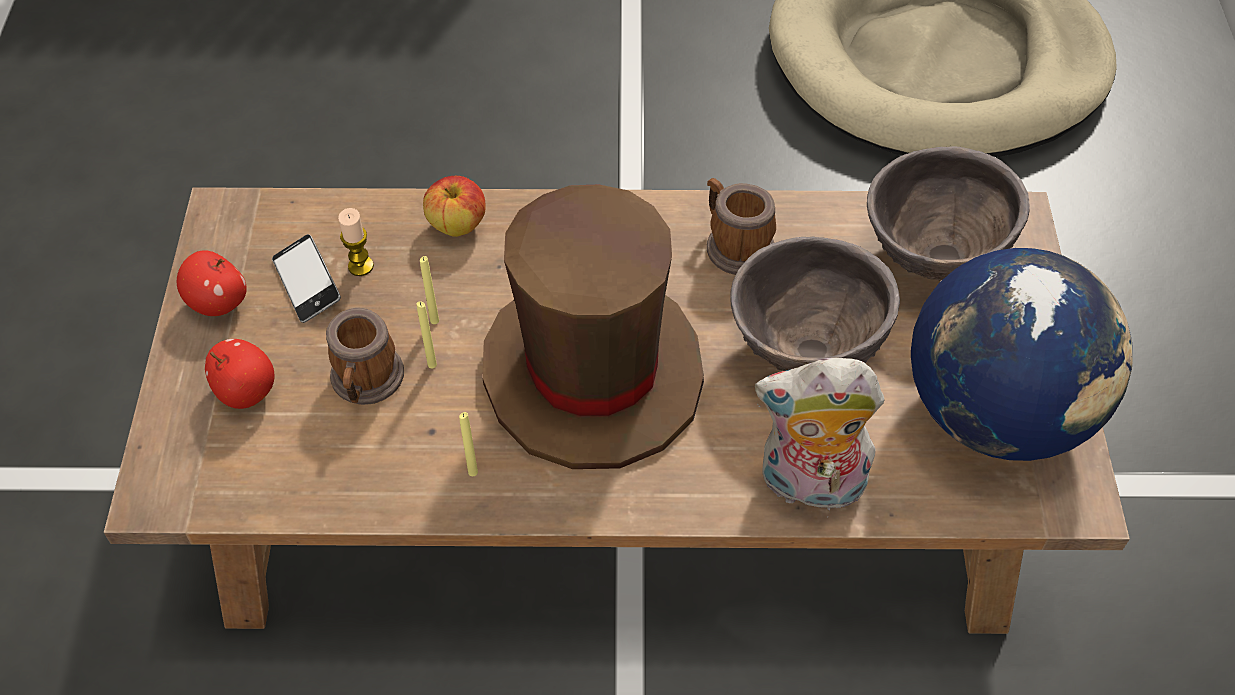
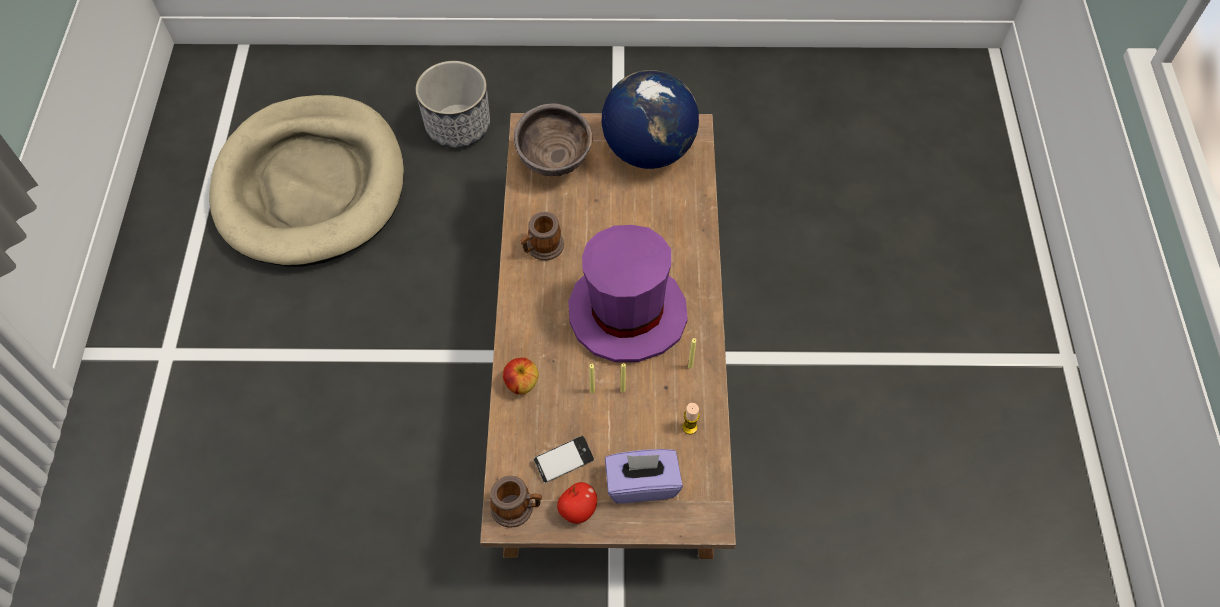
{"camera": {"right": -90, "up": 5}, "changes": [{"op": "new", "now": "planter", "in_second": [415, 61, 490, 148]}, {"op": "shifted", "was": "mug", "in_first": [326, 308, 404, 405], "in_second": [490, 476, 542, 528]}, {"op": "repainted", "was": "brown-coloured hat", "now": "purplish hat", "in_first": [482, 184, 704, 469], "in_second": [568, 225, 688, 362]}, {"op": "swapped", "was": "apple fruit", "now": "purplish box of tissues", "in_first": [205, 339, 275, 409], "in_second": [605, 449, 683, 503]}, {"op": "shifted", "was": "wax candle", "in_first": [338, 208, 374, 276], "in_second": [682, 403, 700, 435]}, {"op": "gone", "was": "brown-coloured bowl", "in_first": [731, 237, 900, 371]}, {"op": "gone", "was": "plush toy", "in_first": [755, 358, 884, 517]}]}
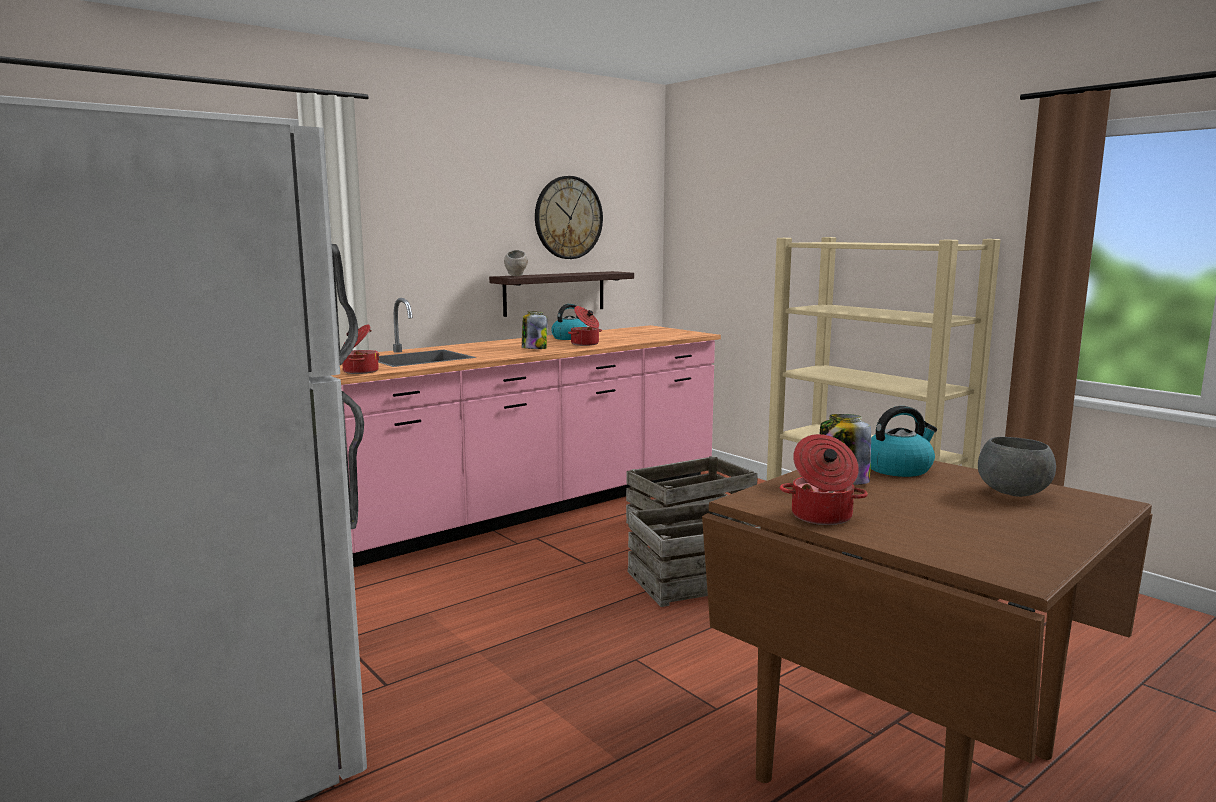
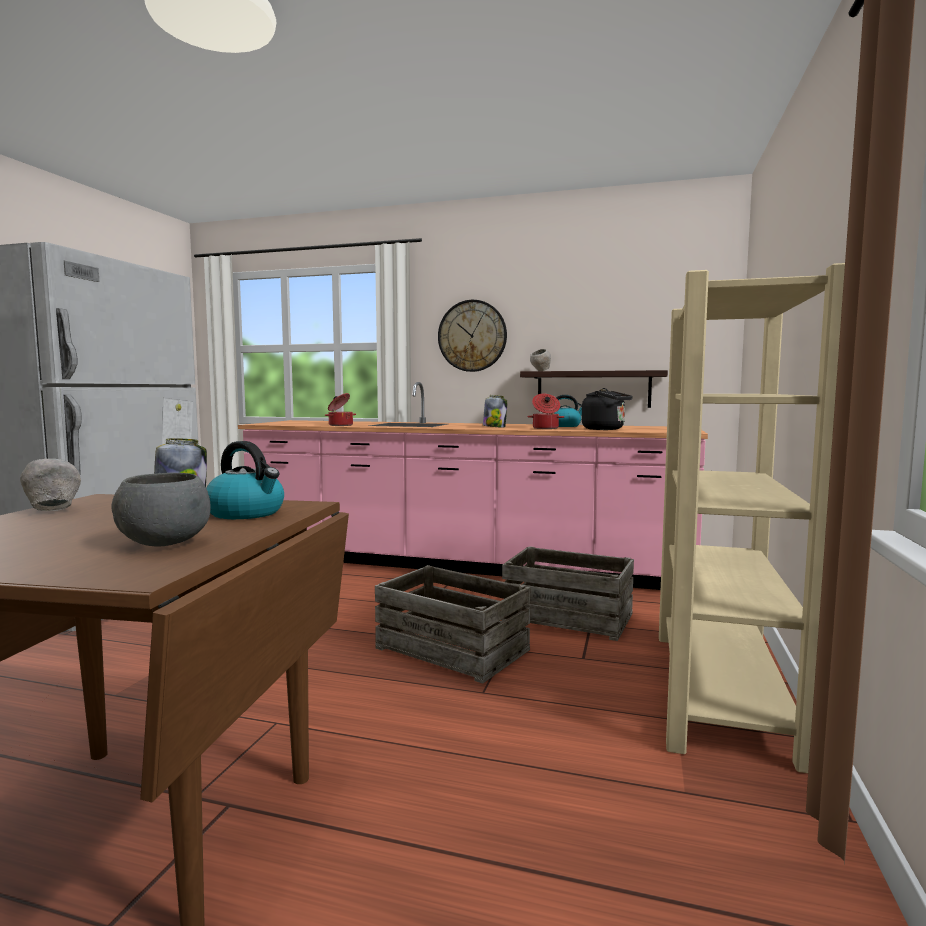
{"camera": {"right": 55, "up": -5}, "changes": [{"op": "swapped", "was": "stockpot", "now": "greyish bowl", "in_first": [780, 434, 868, 525], "in_second": [20, 459, 81, 511]}, {"op": "shifted", "was": "clock on the wall", "in_first": [535, 176, 603, 259], "in_second": [438, 300, 507, 372]}, {"op": "new", "now": "black-coloured tea kettle", "in_second": [582, 388, 633, 430]}]}
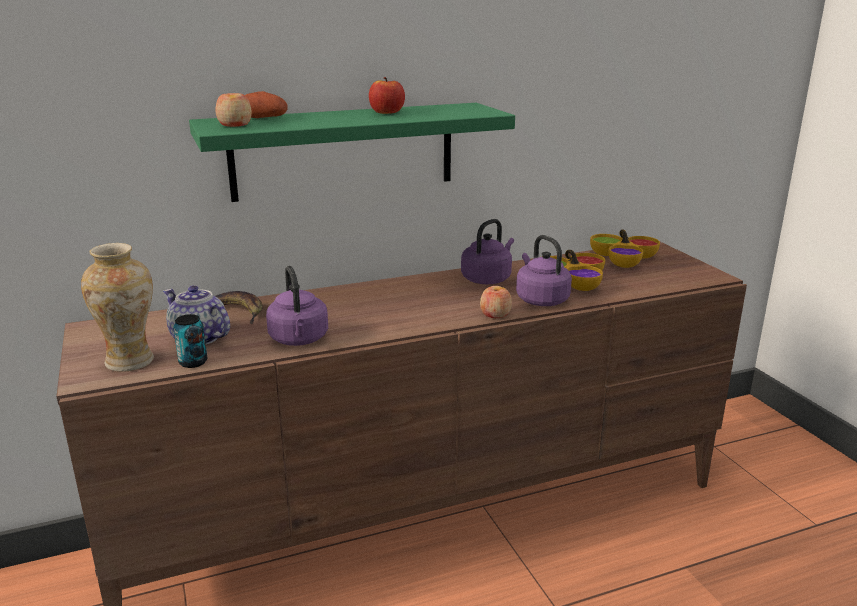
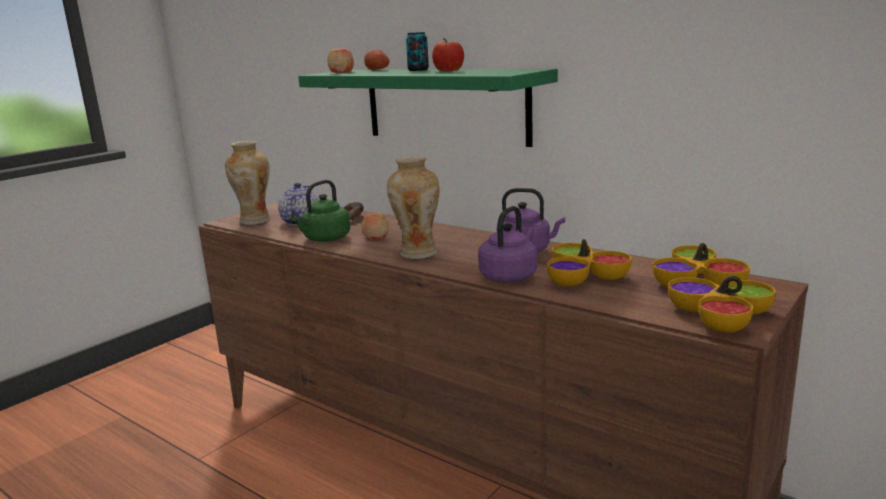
{"camera": {"right": 60, "up": -5}, "changes": [{"op": "repainted", "was": "purplish tea kettle", "now": "greenish tea kettle", "in_first": [266, 266, 328, 346], "in_second": [291, 180, 350, 242]}, {"op": "shifted", "was": "apple fruit", "in_first": [480, 286, 512, 318], "in_second": [362, 213, 389, 239]}, {"op": "new", "now": "vase", "in_second": [387, 156, 440, 259]}, {"op": "shifted", "was": "metal can", "in_first": [173, 314, 207, 368], "in_second": [406, 32, 429, 71]}, {"op": "new", "now": "bowl", "in_second": [668, 276, 776, 332]}]}
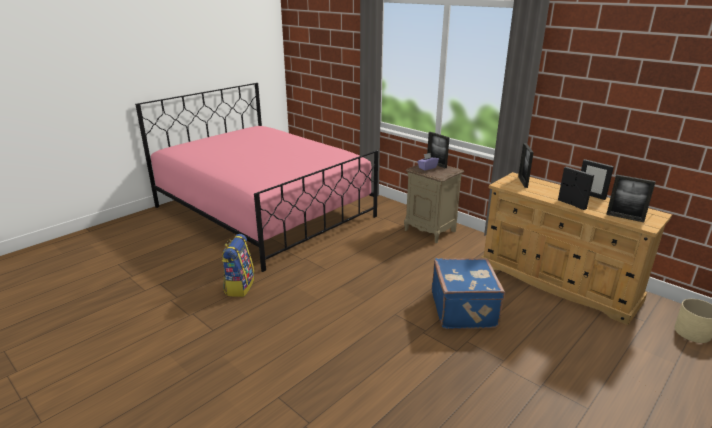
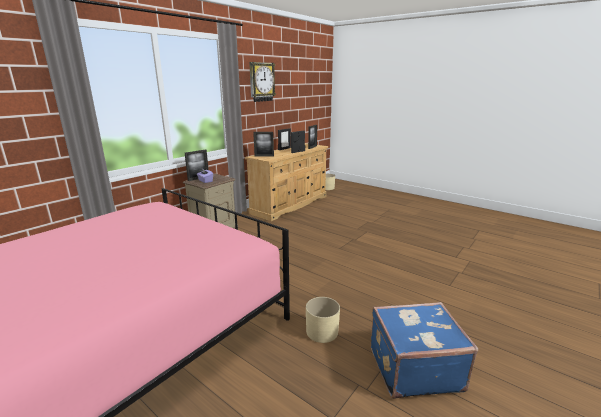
{"camera": {"right": -95, "up": -5}, "changes": [{"op": "new", "now": "clock on the wall", "in_second": [249, 62, 276, 102]}, {"op": "swapped", "was": "knapsack", "now": "beige-coloured planter", "in_first": [222, 234, 254, 297], "in_second": [306, 297, 340, 343]}, {"op": "shifted", "was": "blue piece of luggage", "in_first": [432, 258, 505, 329], "in_second": [370, 302, 478, 399]}]}
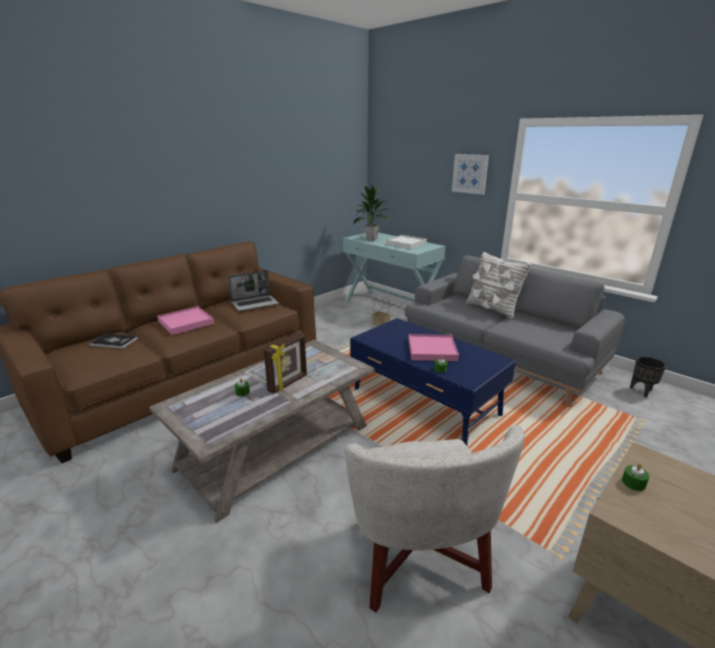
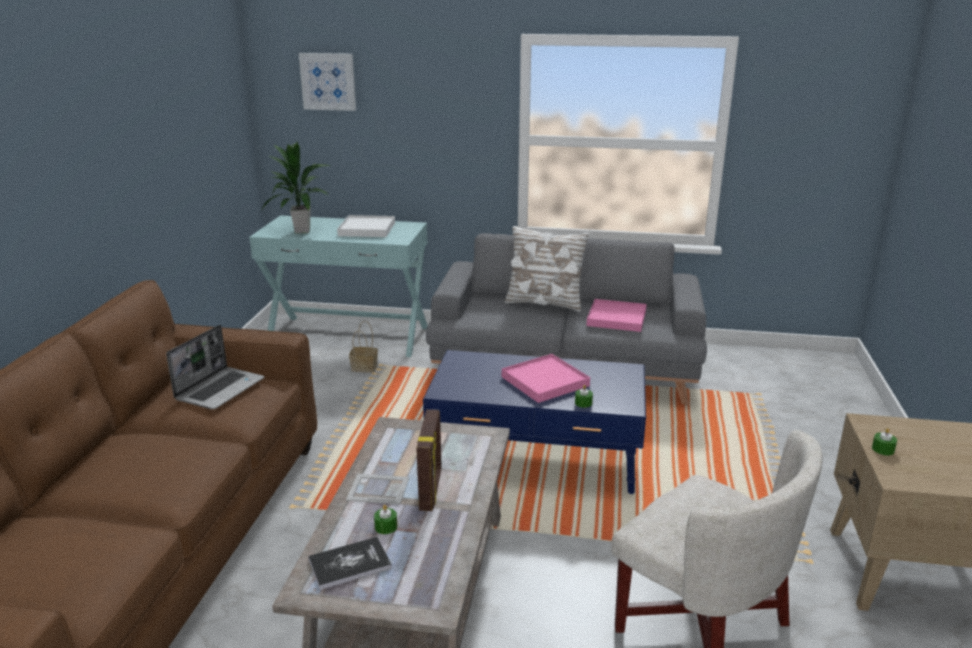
{"camera": {"right": -35, "up": 0}, "changes": [{"op": "shifted", "was": "picture", "in_first": [452, 154, 489, 195], "in_second": [299, 53, 356, 111]}, {"op": "shifted", "was": "book", "in_first": [89, 334, 138, 349], "in_second": [308, 537, 392, 590]}, {"op": "shifted", "was": "pink-coloured carrying tray", "in_first": [157, 306, 214, 335], "in_second": [586, 299, 647, 332]}, {"op": "gone", "was": "black-coloured planter", "in_first": [630, 356, 666, 397]}]}
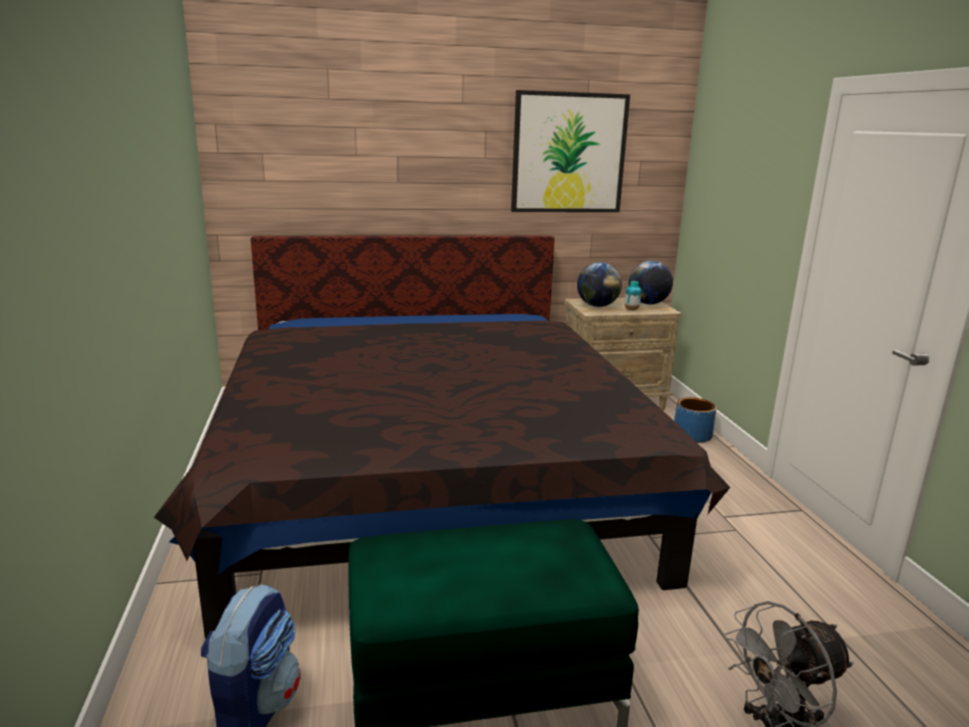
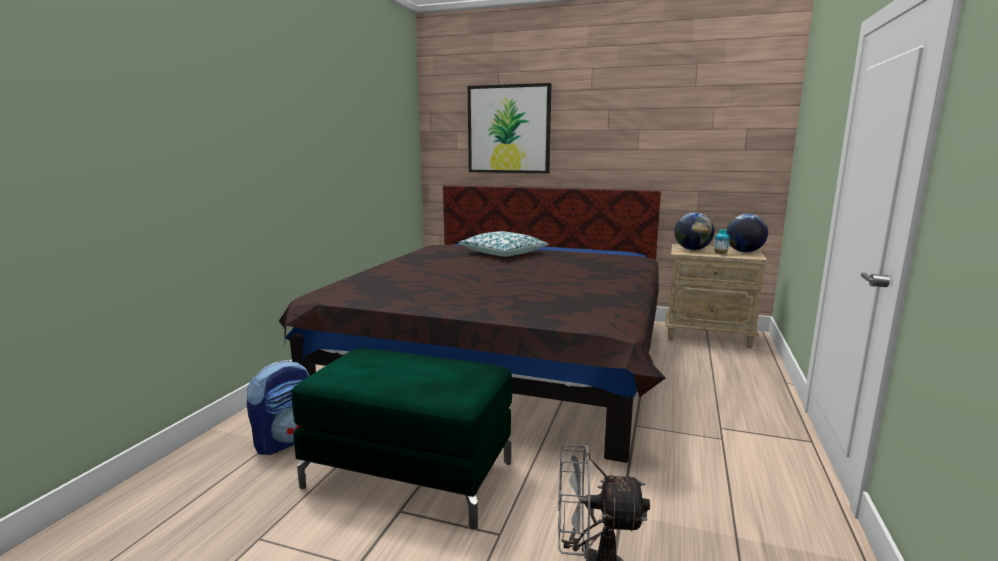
{"camera": {"right": 30, "up": -5}, "changes": [{"op": "new", "now": "throw pillow", "in_second": [458, 231, 548, 257]}, {"op": "shifted", "was": "picture", "in_first": [511, 90, 630, 212], "in_second": [468, 83, 552, 173]}, {"op": "gone", "was": "blue planter", "in_first": [674, 397, 717, 443]}]}
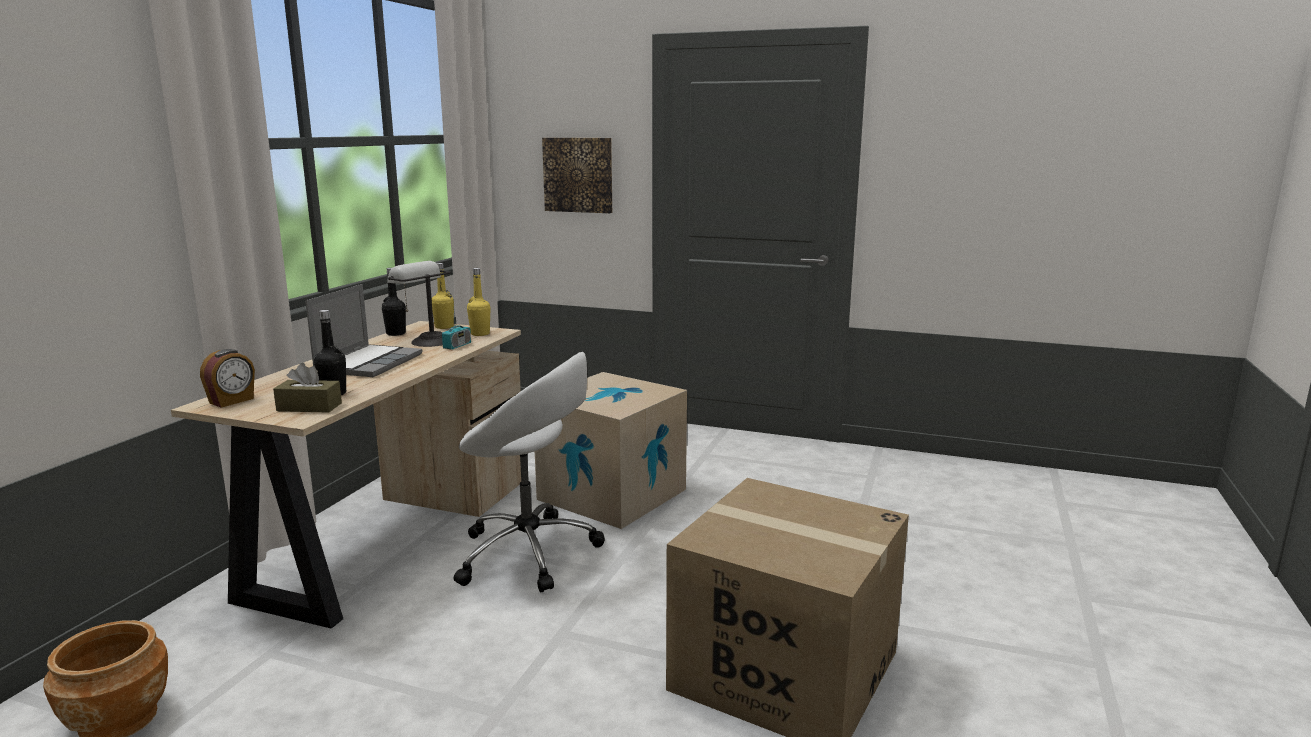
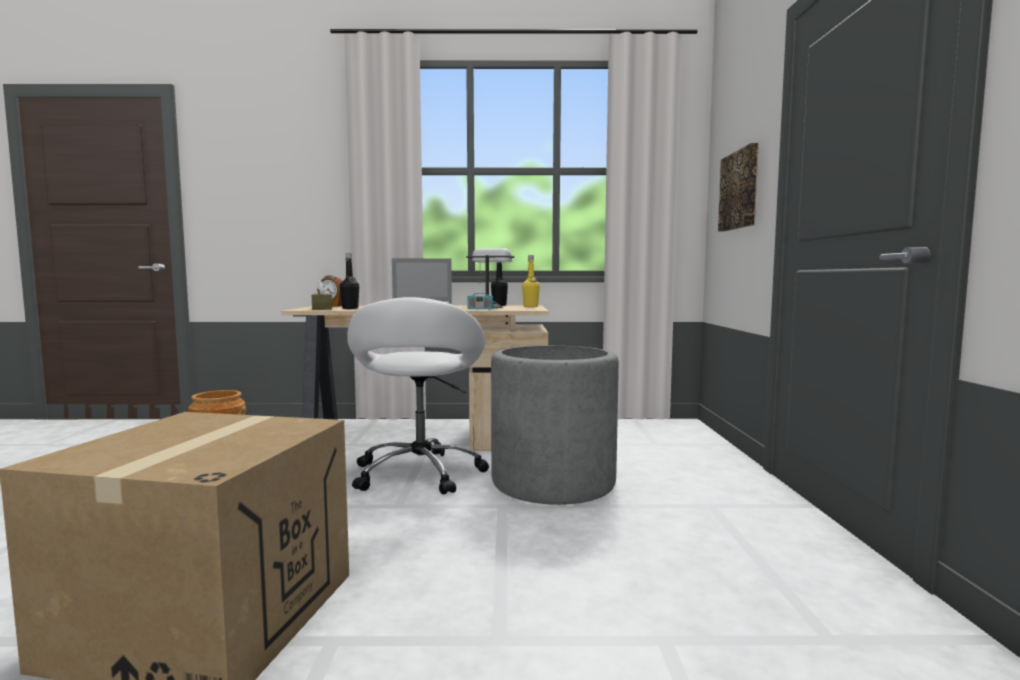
{"camera": {"right": 70, "up": -10}, "changes": [{"op": "swapped", "was": "carton", "now": "greyish planter", "in_first": [535, 372, 687, 529], "in_second": [491, 346, 619, 505]}, {"op": "gone", "was": "yellowish bottle", "in_first": [467, 268, 490, 336]}]}
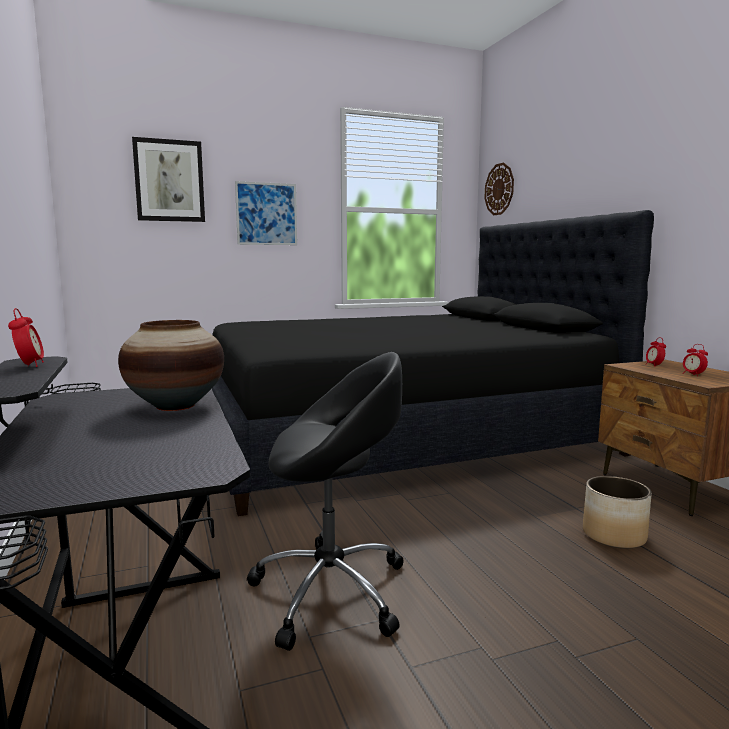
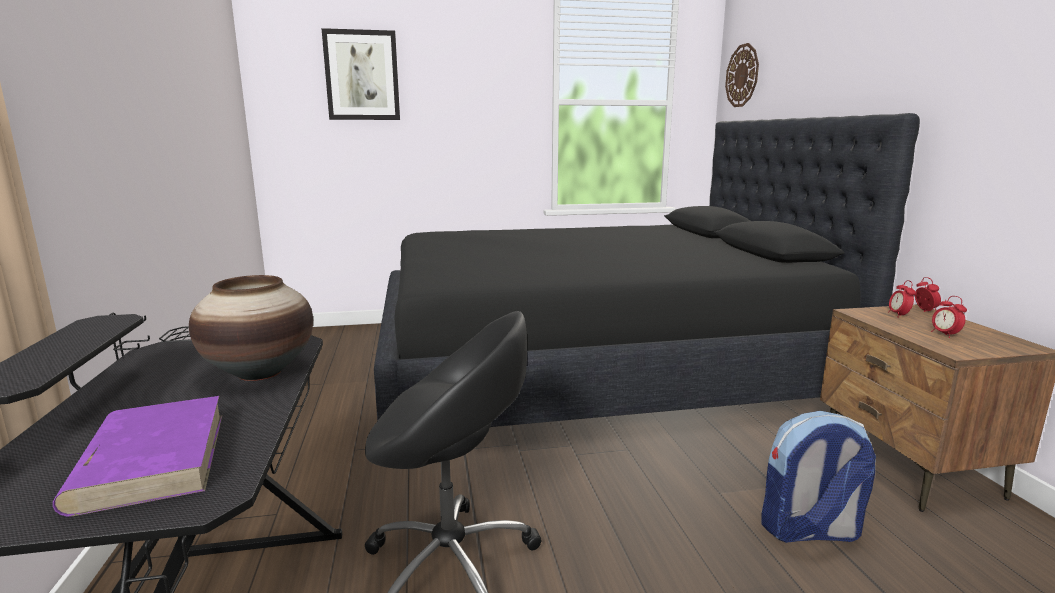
{"camera": {"right": 10, "up": 5}, "changes": [{"op": "new", "now": "purplish book", "in_second": [53, 396, 222, 517]}, {"op": "swapped", "was": "planter", "now": "knapsack", "in_first": [583, 476, 652, 549], "in_second": [761, 411, 876, 543]}, {"op": "shifted", "was": "alarm clock", "in_first": [8, 308, 44, 367], "in_second": [915, 277, 941, 312]}, {"op": "gone", "was": "picture", "in_first": [235, 181, 297, 245]}]}
